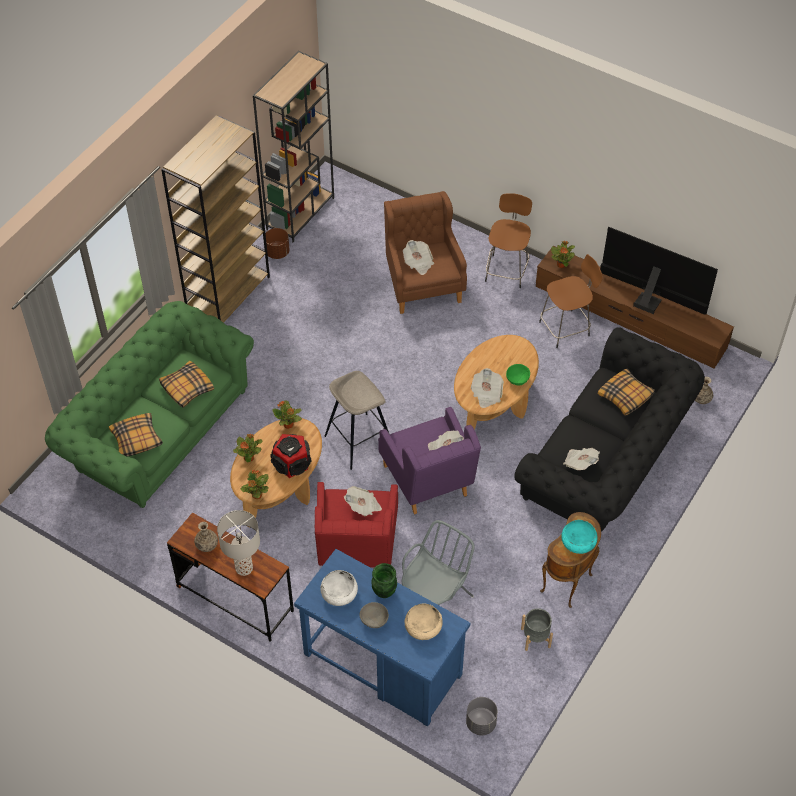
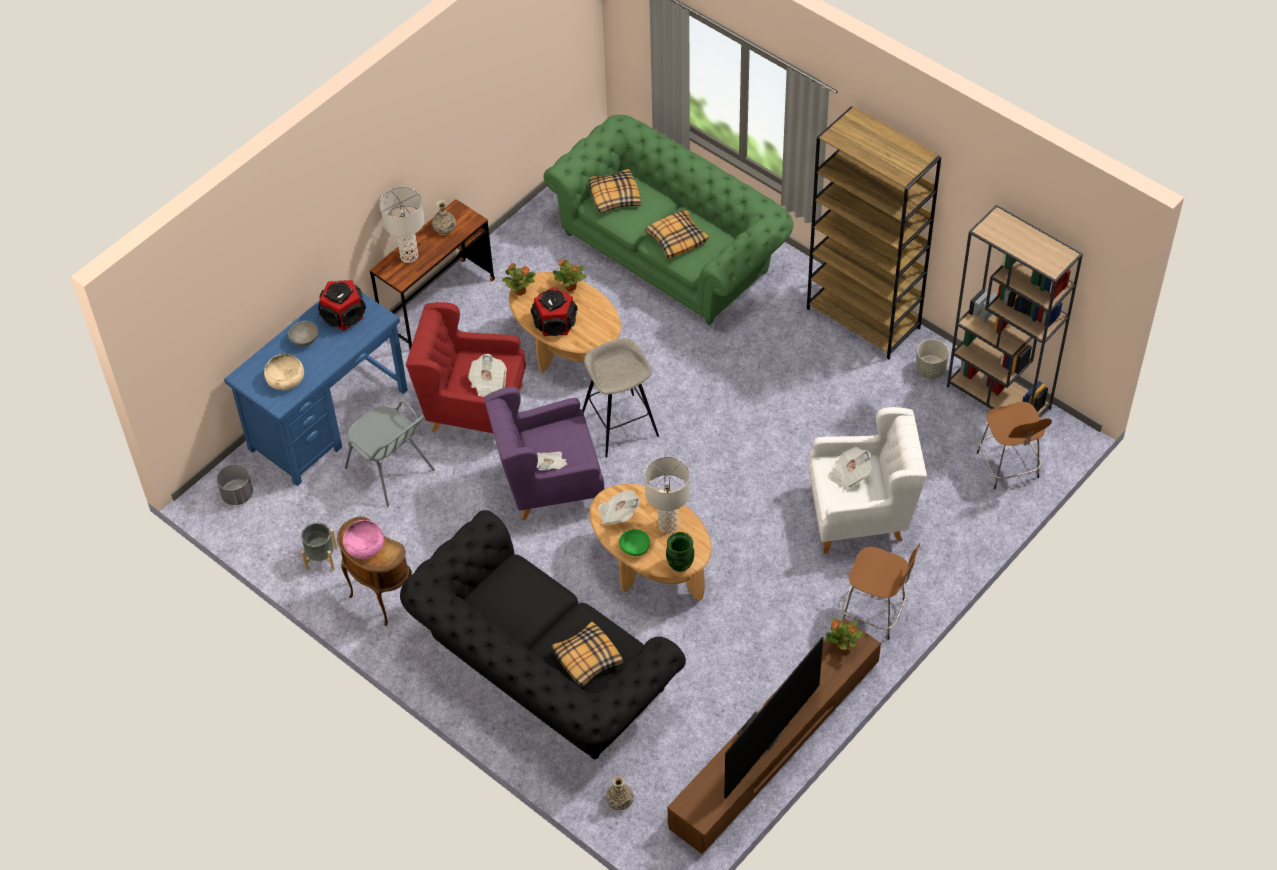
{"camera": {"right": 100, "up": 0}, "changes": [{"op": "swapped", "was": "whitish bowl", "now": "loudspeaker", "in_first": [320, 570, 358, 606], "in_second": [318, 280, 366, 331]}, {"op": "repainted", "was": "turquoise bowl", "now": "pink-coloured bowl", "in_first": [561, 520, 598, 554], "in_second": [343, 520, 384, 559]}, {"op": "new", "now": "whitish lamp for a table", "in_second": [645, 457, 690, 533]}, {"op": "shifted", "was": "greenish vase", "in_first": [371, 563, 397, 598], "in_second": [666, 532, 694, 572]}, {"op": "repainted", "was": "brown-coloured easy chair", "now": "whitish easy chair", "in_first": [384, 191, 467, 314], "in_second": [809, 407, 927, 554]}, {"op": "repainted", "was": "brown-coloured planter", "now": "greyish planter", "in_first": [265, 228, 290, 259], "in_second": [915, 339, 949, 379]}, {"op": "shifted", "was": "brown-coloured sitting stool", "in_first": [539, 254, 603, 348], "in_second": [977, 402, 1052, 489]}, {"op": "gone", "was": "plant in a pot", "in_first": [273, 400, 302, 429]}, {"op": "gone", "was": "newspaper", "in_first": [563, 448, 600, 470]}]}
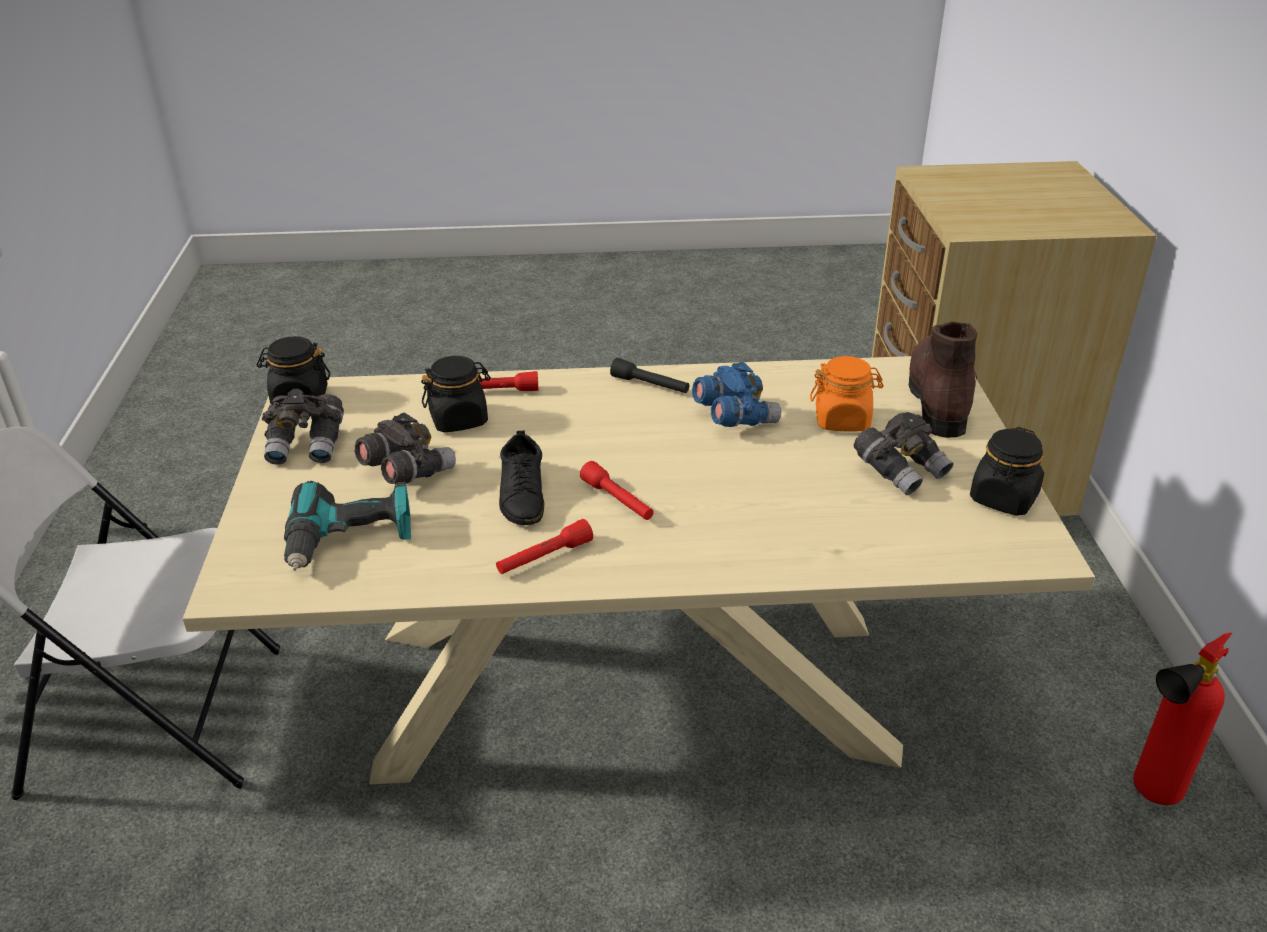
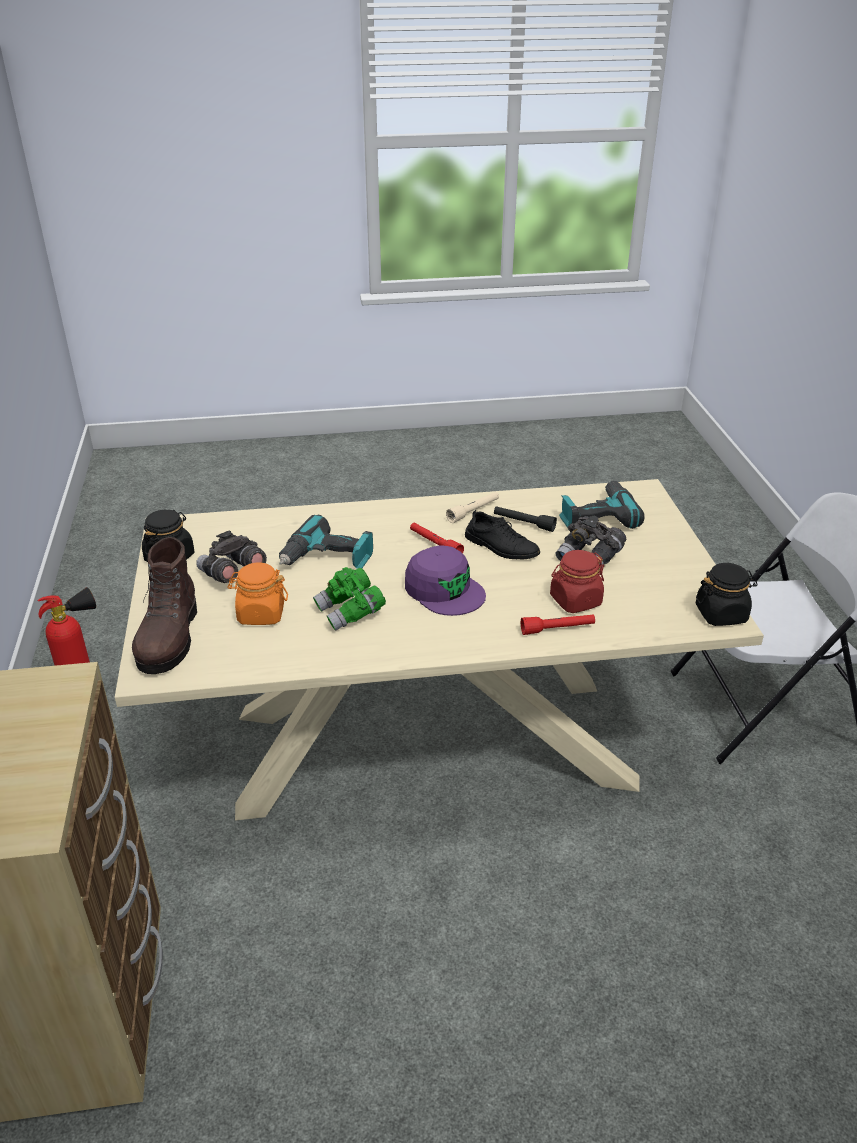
{"camera": {"right": 175, "up": 0}, "changes": [{"op": "new", "now": "power drill", "in_second": [279, 515, 373, 569]}, {"op": "repainted", "was": "blue field glasses", "now": "greenish field glasses", "in_first": [692, 362, 781, 427], "in_second": [313, 567, 386, 631]}, {"op": "new", "now": "purplish baseball cap", "in_second": [405, 545, 486, 616]}, {"op": "repainted", "was": "red-coloured flashlight", "now": "beige-coloured flashlight", "in_first": [496, 519, 593, 574], "in_second": [446, 492, 499, 523]}, {"op": "rotated", "was": "black-coloured shoe", "in_first": [499, 430, 544, 525], "in_second": [465, 510, 540, 560], "clockwise": 135}, {"op": "shifted", "was": "black-coloured flashlight", "in_first": [610, 358, 689, 393], "in_second": [494, 506, 557, 532]}, {"op": "repainted", "was": "black-coloured jar", "now": "red-coloured jar", "in_first": [421, 356, 491, 433], "in_second": [550, 550, 604, 613]}, {"op": "gone", "was": "greyish field glasses", "in_first": [262, 389, 344, 465]}]}
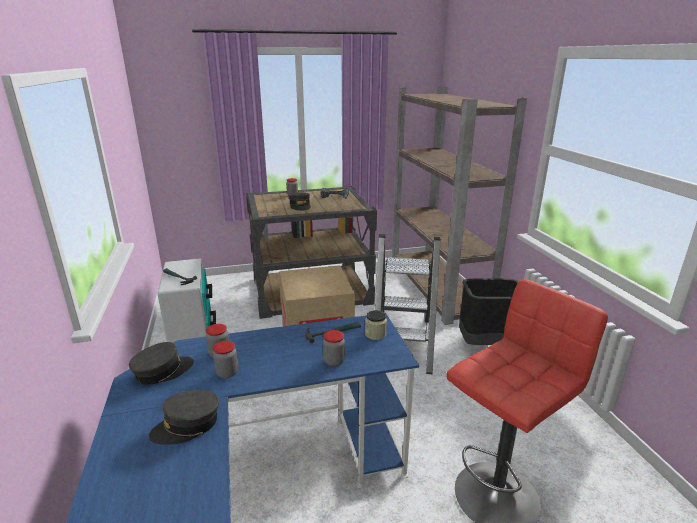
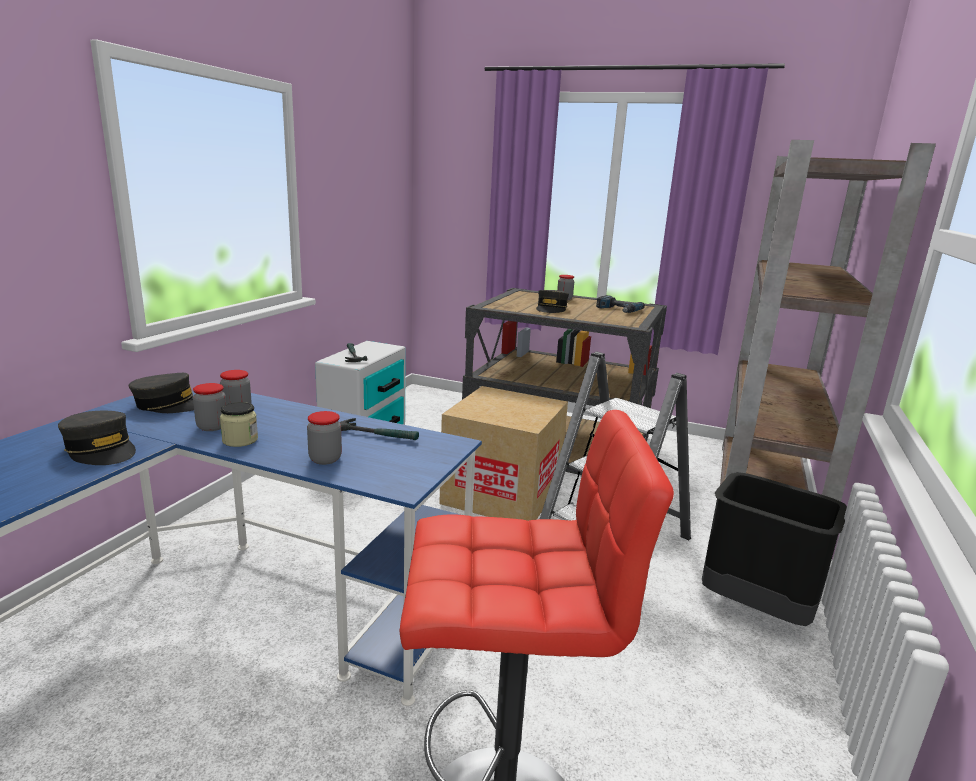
{"camera": {"right": 35, "up": -5}, "changes": [{"op": "rotated", "was": "greyish baseball cap", "in_first": [149, 390, 219, 445], "in_second": [58, 411, 136, 465], "clockwise": -150}, {"op": "shifted", "was": "jar", "in_first": [365, 310, 387, 340], "in_second": [220, 402, 258, 447]}]}
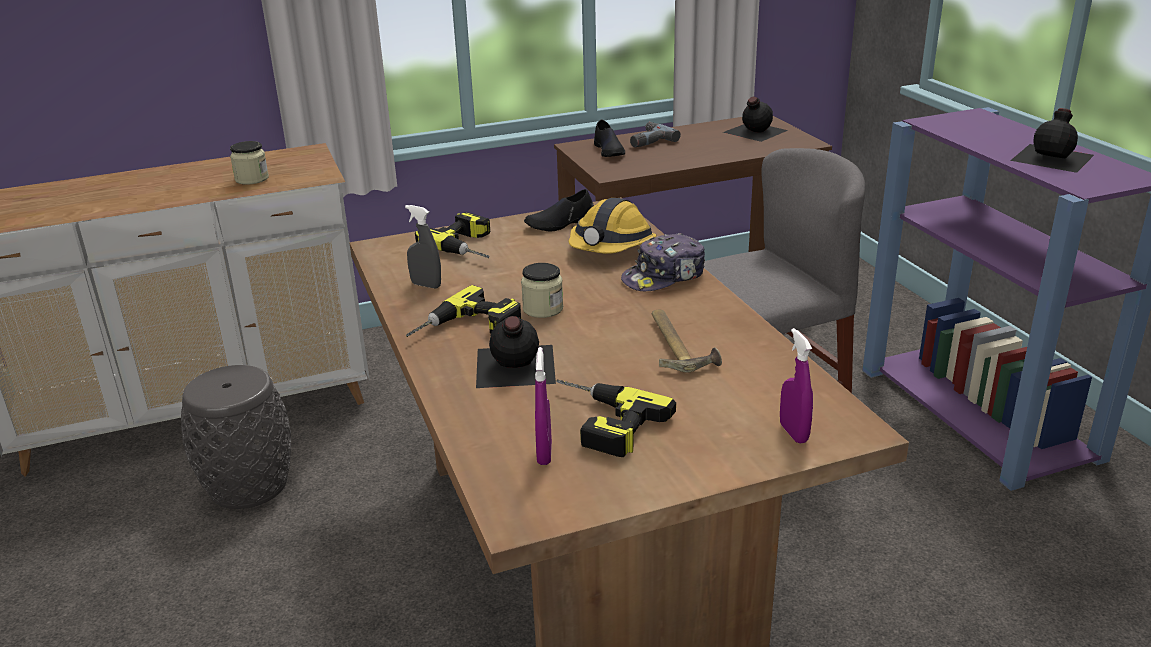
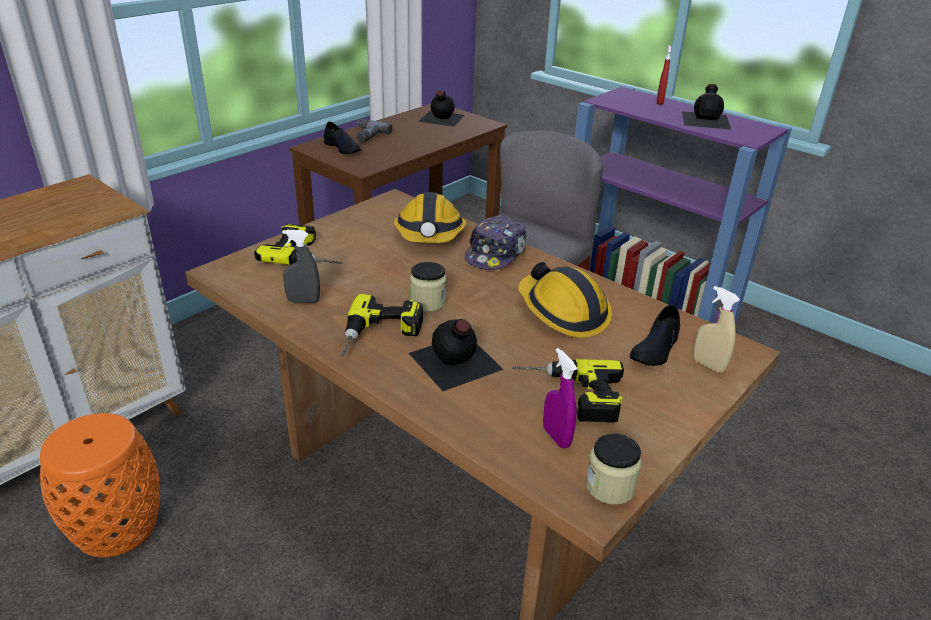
{"camera": {"right": -30, "up": 5}, "changes": [{"op": "repainted", "was": "greyish sitting stool", "now": "orange sitting stool", "in_first": [181, 365, 291, 509], "in_second": [40, 413, 160, 558]}, {"op": "swapped", "was": "tool hammer", "now": "work helmet", "in_first": [651, 310, 722, 372], "in_second": [518, 262, 612, 338]}, {"op": "shifted", "was": "jar", "in_first": [230, 141, 269, 185], "in_second": [585, 433, 641, 505]}, {"op": "shifted", "was": "black-coloured shoe", "in_first": [524, 189, 594, 231], "in_second": [630, 304, 680, 366]}, {"op": "new", "now": "red-coloured hand sprayer", "in_second": [657, 45, 671, 105]}, {"op": "repainted", "was": "purplish hand sprayer", "now": "beige-coloured hand sprayer", "in_first": [780, 328, 813, 444], "in_second": [693, 286, 740, 373]}]}
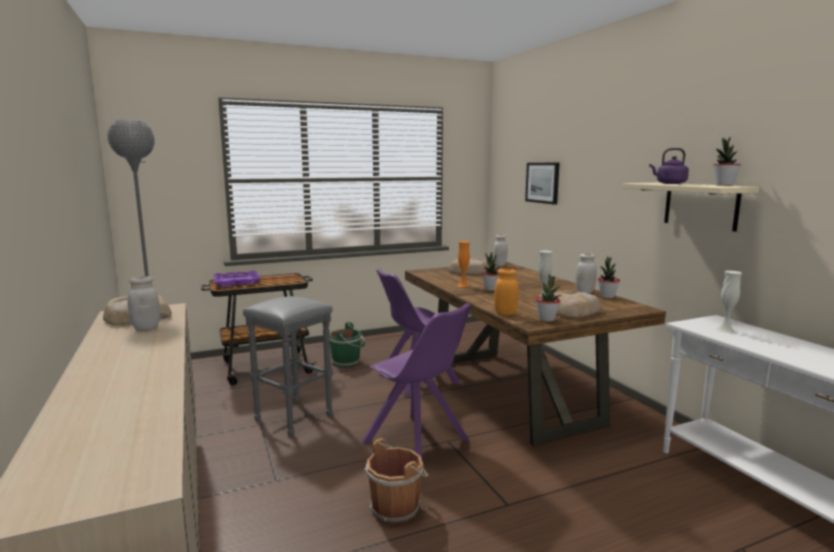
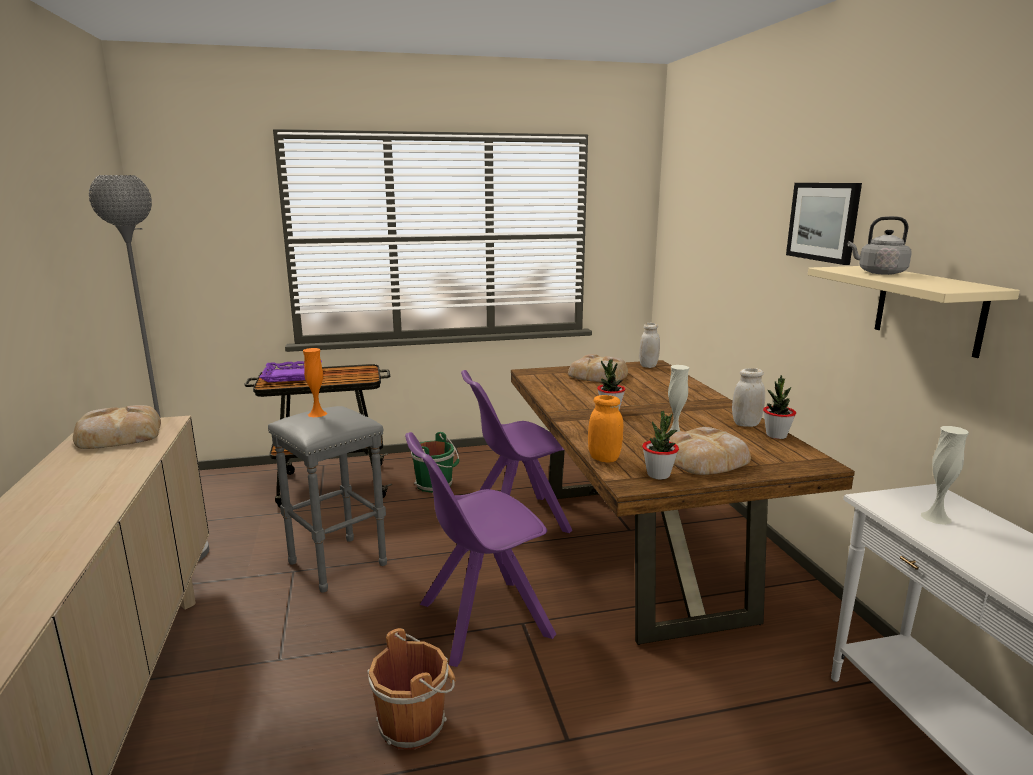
{"camera": {"right": 10, "up": 5}, "changes": [{"op": "shifted", "was": "orange vase", "in_first": [457, 241, 470, 287], "in_second": [303, 348, 328, 417]}, {"op": "rotated", "was": "purplish chair", "in_first": [363, 304, 471, 459], "in_second": [405, 432, 556, 667], "clockwise": 105}, {"op": "shifted", "was": "picture", "in_first": [525, 163, 560, 205], "in_second": [786, 183, 862, 265]}, {"op": "repainted", "was": "purplish tea kettle", "now": "greyish tea kettle", "in_first": [649, 148, 689, 184], "in_second": [848, 216, 912, 275]}, {"op": "gone", "was": "whitish jar", "in_first": [128, 276, 161, 330]}, {"op": "gone", "was": "plant in a pot", "in_first": [713, 137, 742, 186]}]}
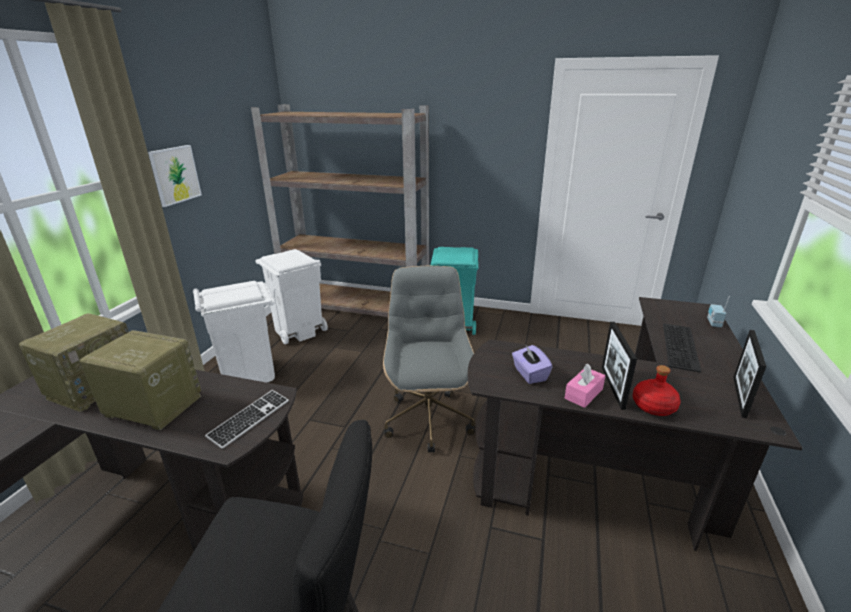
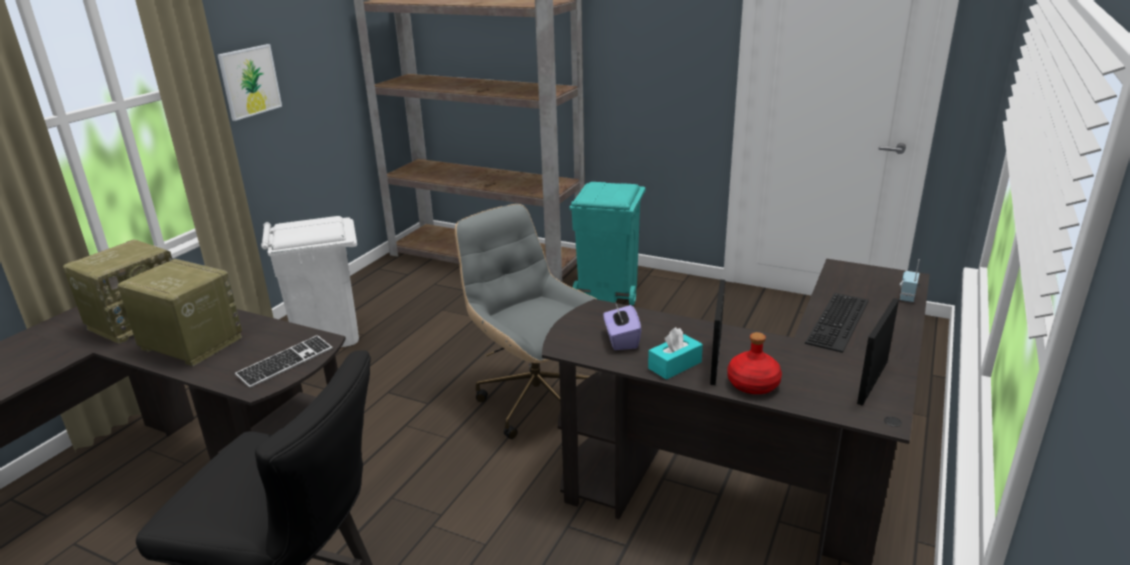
{"camera": {"right": 10, "up": 0}, "changes": [{"op": "rotated", "was": "greyish office chair", "in_first": [383, 266, 475, 453], "in_second": [455, 204, 596, 439], "clockwise": -45}, {"op": "repainted", "was": "pink-coloured box of tissues", "now": "turquoise box of tissues", "in_first": [565, 364, 606, 408], "in_second": [648, 327, 703, 380]}, {"op": "gone", "was": "whitish trash can", "in_first": [256, 249, 328, 344]}]}
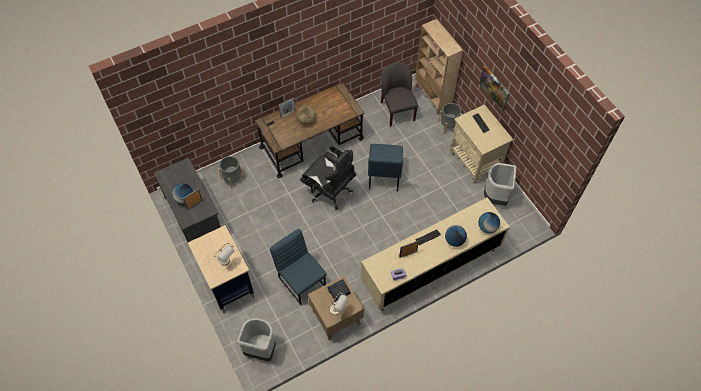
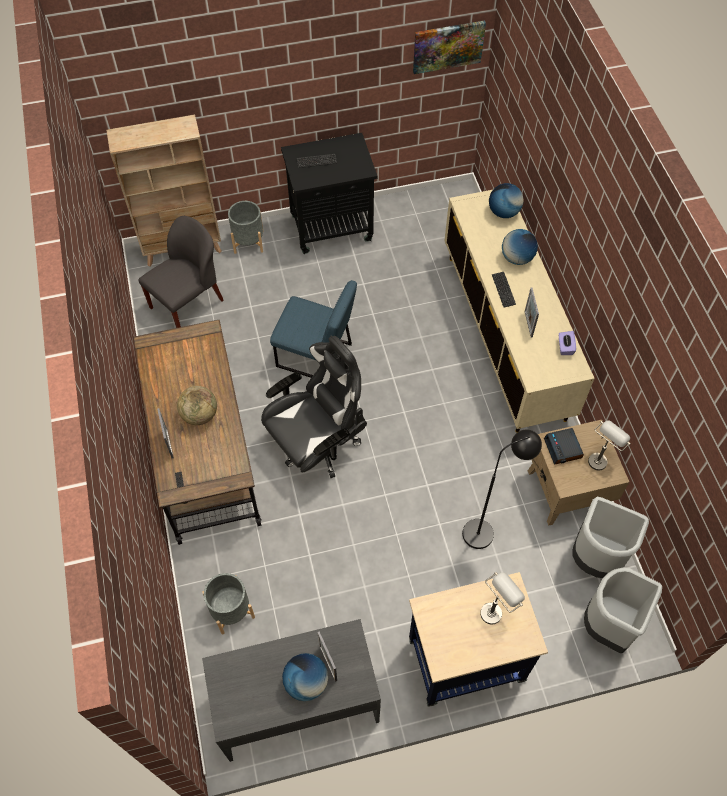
{"camera": {"right": -75, "up": 0}, "changes": [{"op": "rotated", "was": "greyish chair", "in_first": [381, 62, 418, 127], "in_second": [138, 216, 224, 328], "clockwise": 135}, {"op": "repainted", "was": "beige-coloured cart", "now": "black-coloured cart", "in_first": [450, 104, 514, 184], "in_second": [281, 133, 377, 254]}, {"op": "shifted", "was": "picture", "in_first": [479, 65, 510, 112], "in_second": [413, 20, 486, 74]}, {"op": "swapped", "was": "blue chair", "now": "black-coloured standard lamp", "in_first": [270, 229, 327, 305], "in_second": [462, 430, 542, 549]}, {"op": "shifted", "was": "greyish trash can", "in_first": [484, 163, 516, 206], "in_second": [572, 497, 649, 578]}]}
